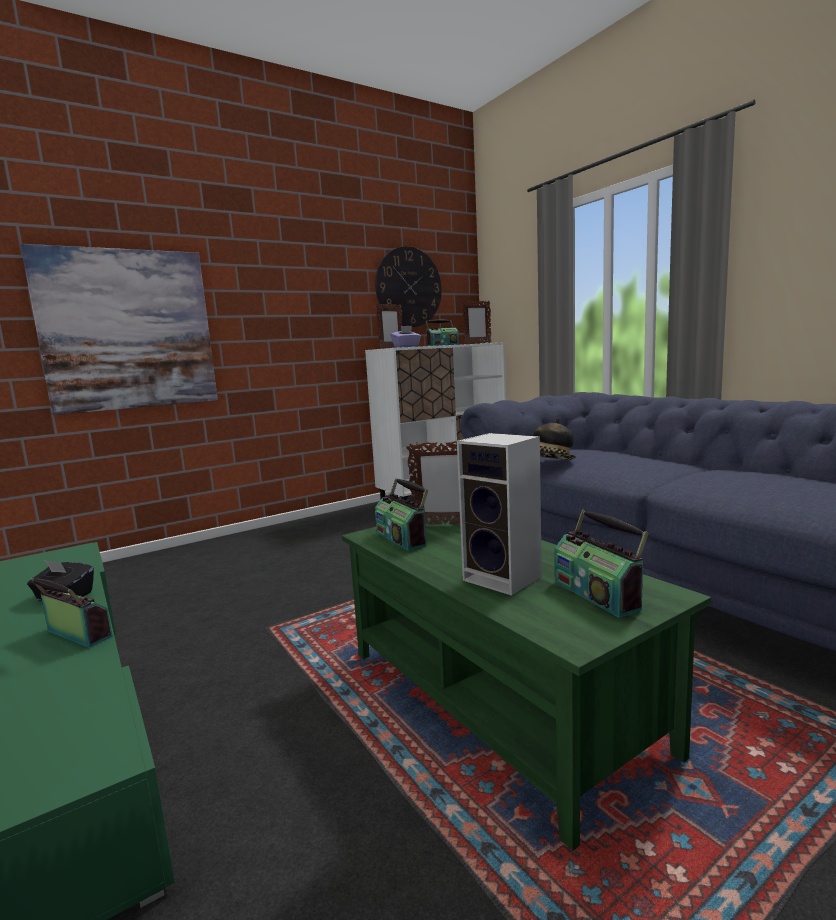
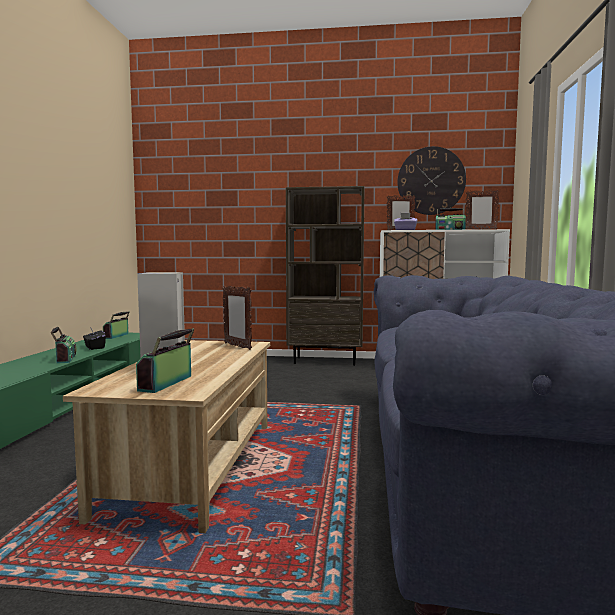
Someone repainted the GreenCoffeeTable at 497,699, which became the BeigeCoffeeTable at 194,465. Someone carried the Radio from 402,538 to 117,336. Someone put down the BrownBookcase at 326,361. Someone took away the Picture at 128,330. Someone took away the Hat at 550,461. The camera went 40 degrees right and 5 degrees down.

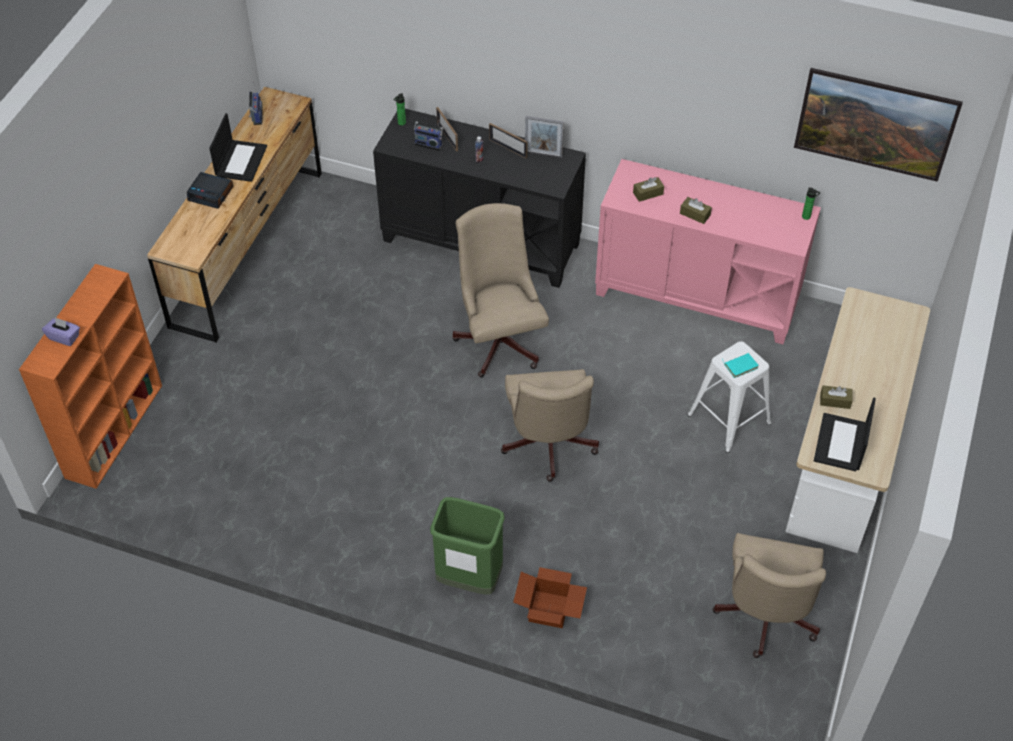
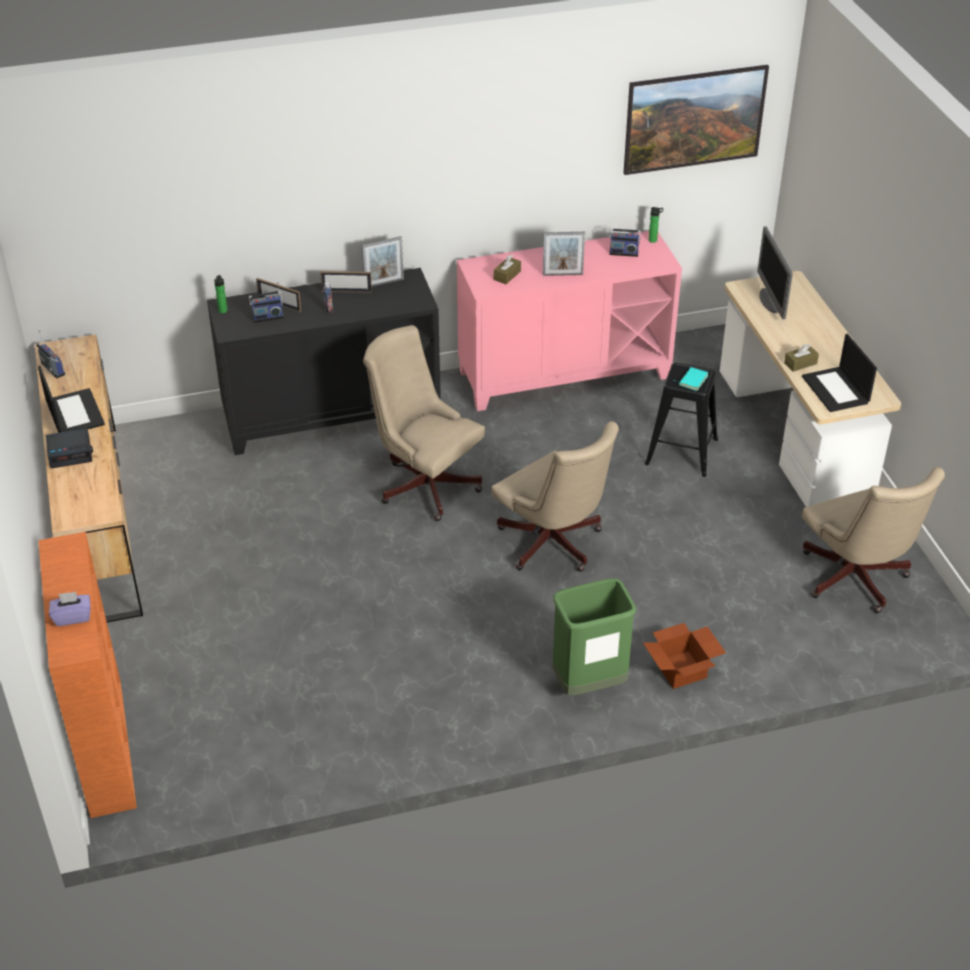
Someone swapped the BrownTissueBox at 695,214 for the PictureFrame at 562,274. Someone put down the Radio at 623,252. Someone repainted the WhiteStool at 728,419, which became the BlackStool at 680,452. Someone put down the Monitor at 770,301. The camera went 35 degrees left and 10 degrees down.

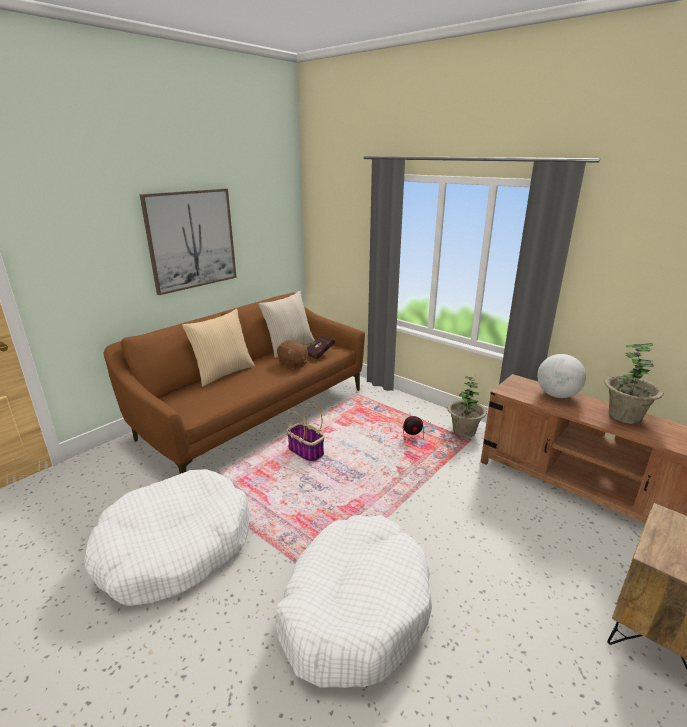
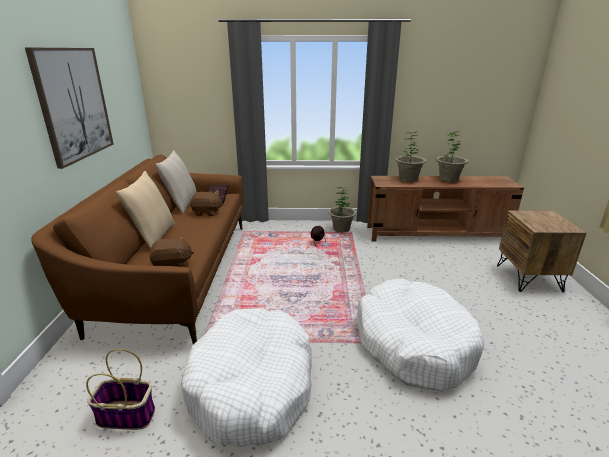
Someone carried the Basket from 306,452 to 127,415. Someone put down the BrownPlushToy at 172,265. Someone swapped the Globe at 557,395 for the PottedPlant at 408,179. The camera went 40 degrees left and 0 degrees up.

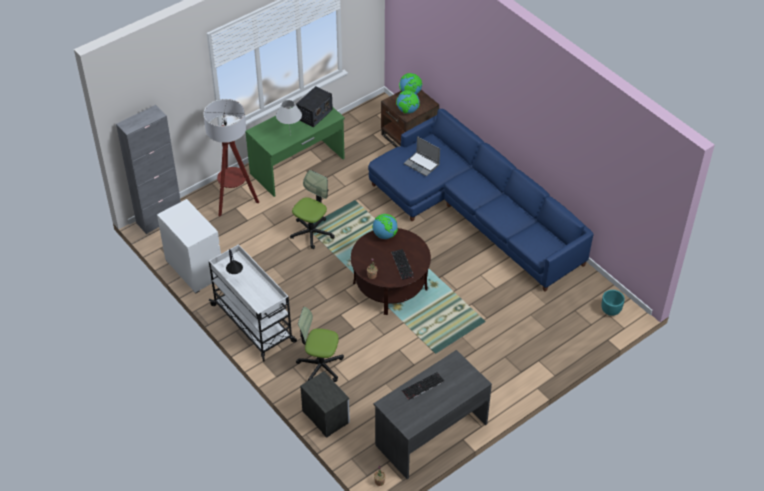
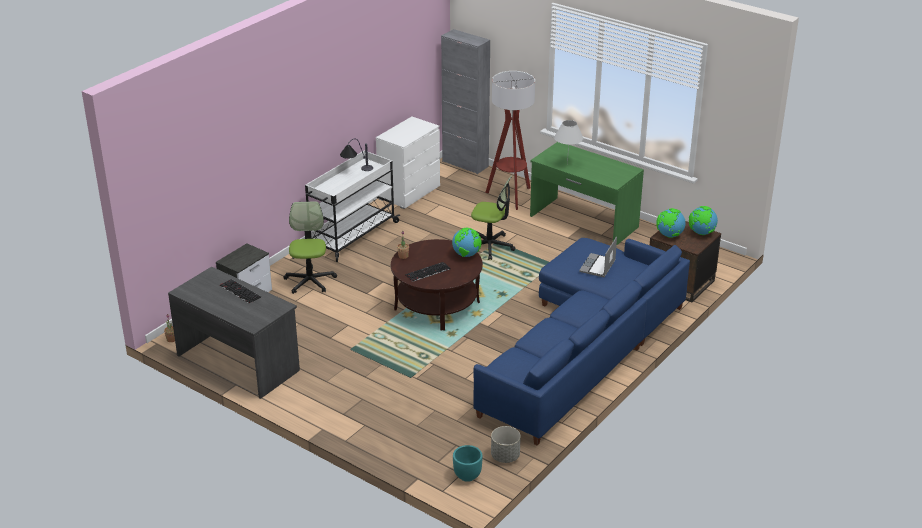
Someone put down the GreyPlanter at 505,456. Someone took away the Radio at 314,114. The camera went 75 degrees right and 15 degrees down.

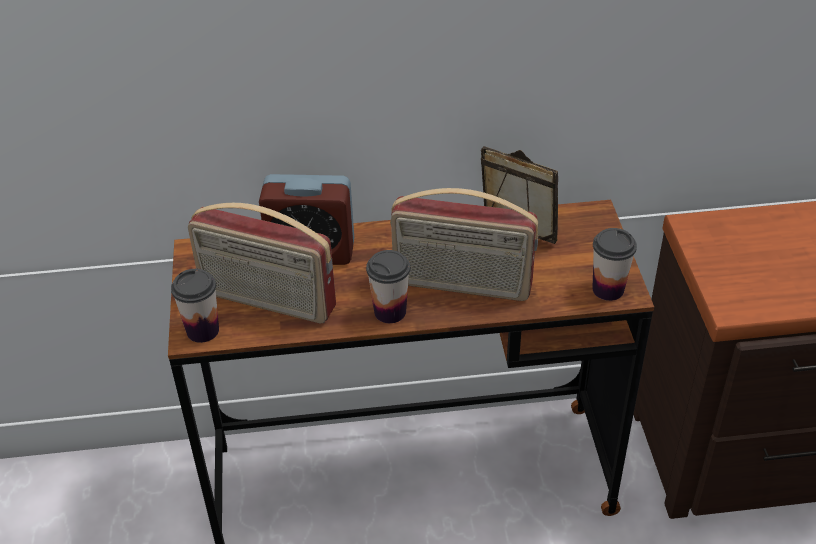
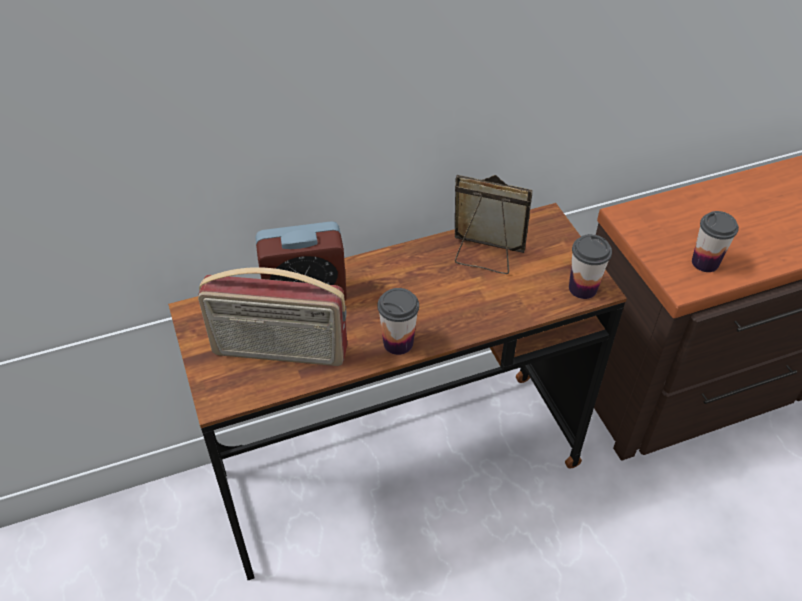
Someone carried the Cup from 202,330 to 705,262. Someone took away the Radio at 462,286. The camera went 15 degrees left and 5 degrees up.

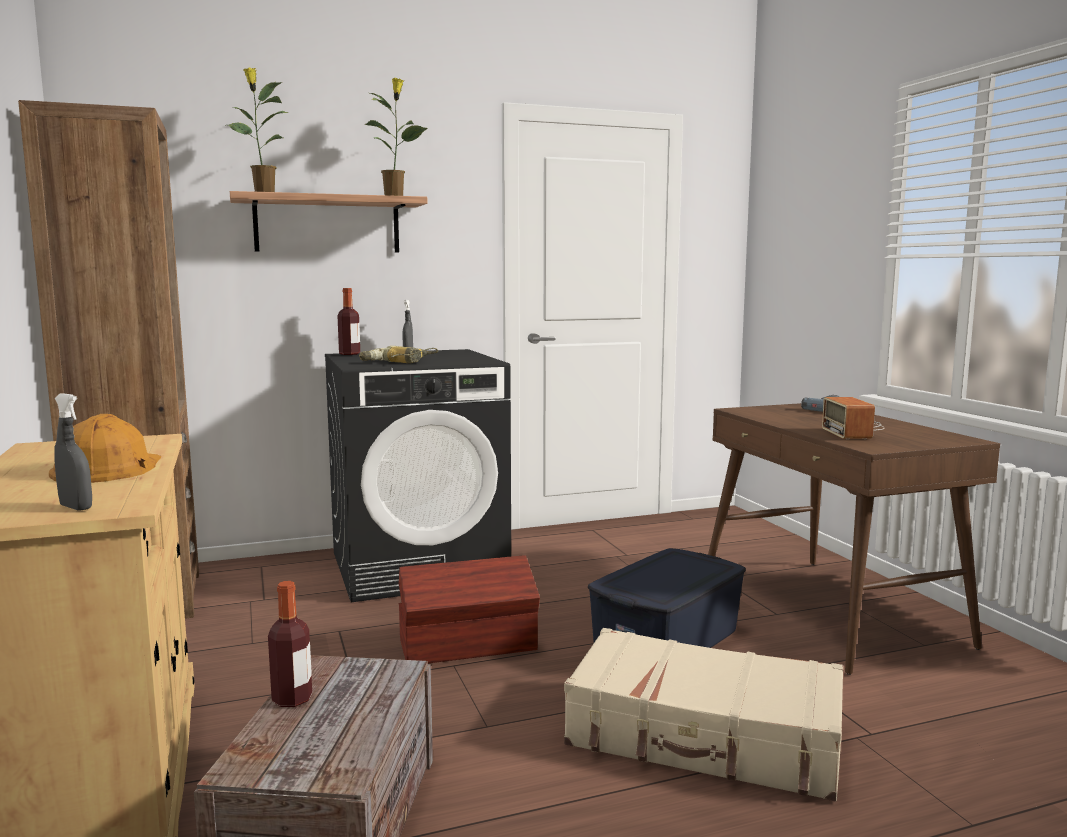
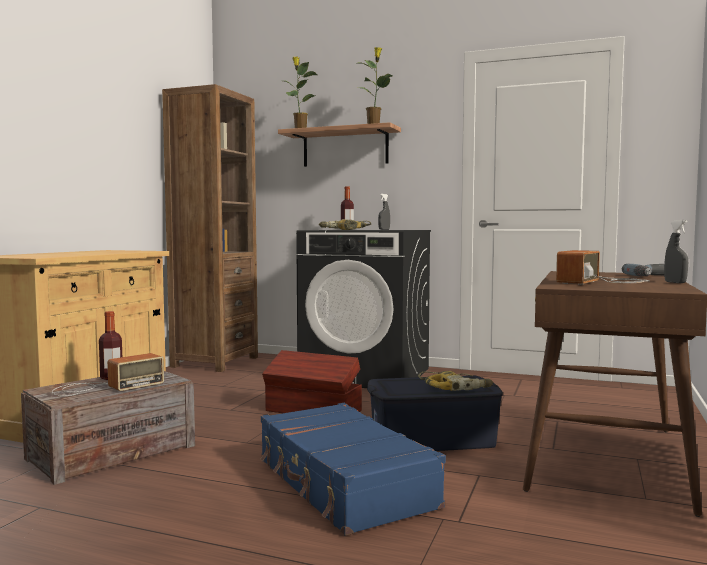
Someone put down the Radio at 104,387. Someone repainted the BeigeSuitcase at 704,737, which became the BlueSuitcase at 343,484. Someone put down the PowerDrill at 455,387. Someone carried the GreySprayBottle from 76,507 to 675,282. Someone took away the OrangeHardHat at 108,468. The camera went 40 degrees right and 5 degrees down.

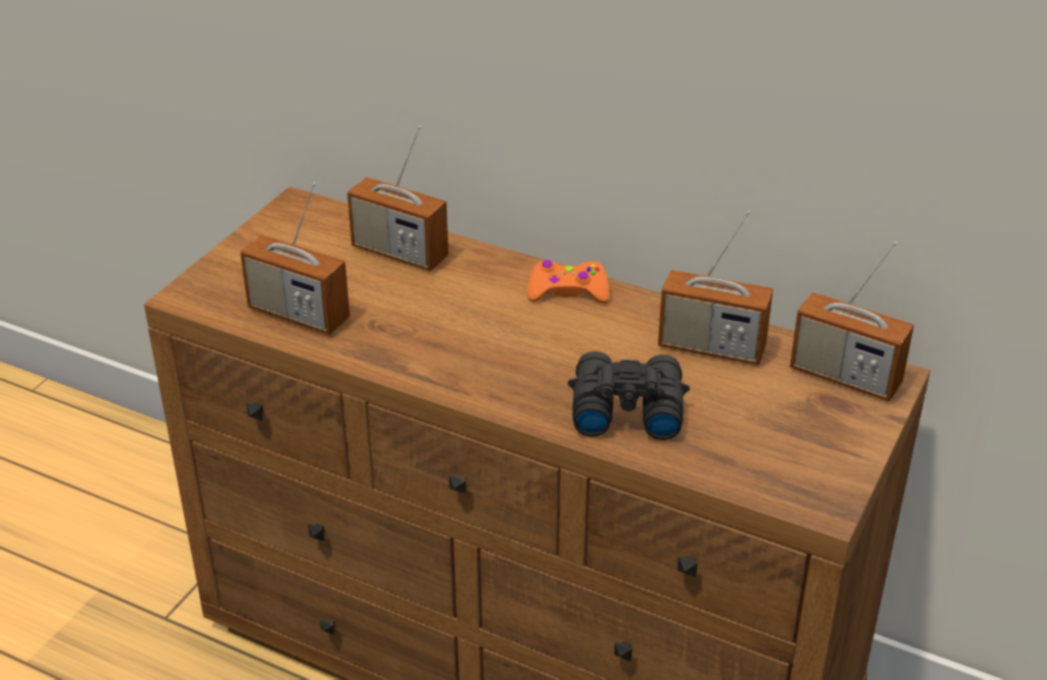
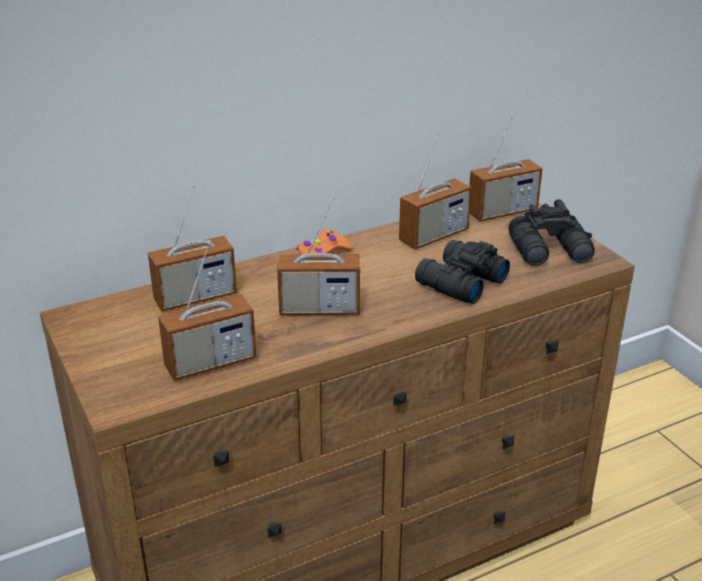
Someone put down the Radio at 319,309. Someone put down the BlackBinoculars at 551,251. The camera went 55 degrees left and 5 degrees down.

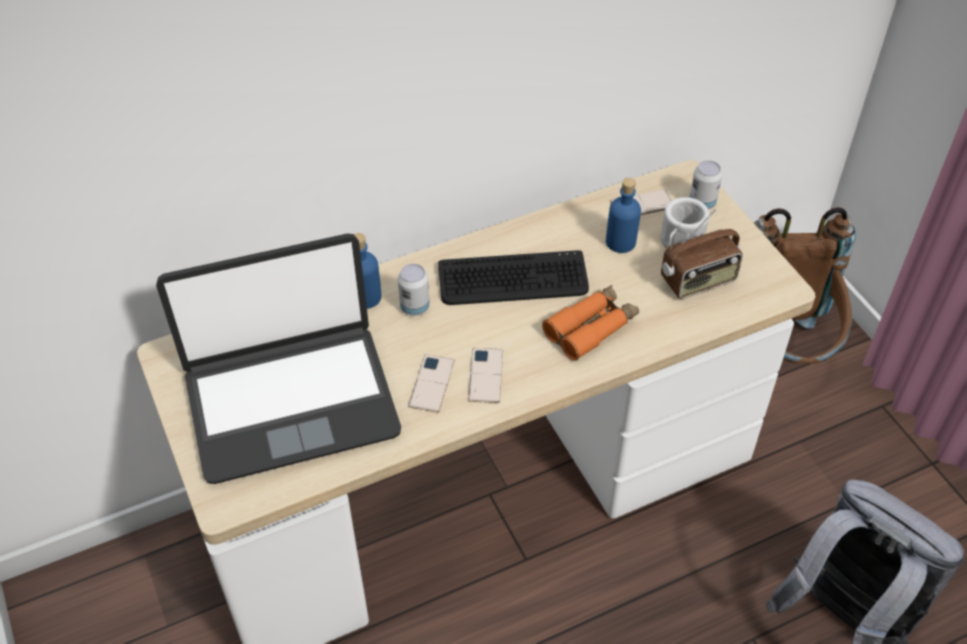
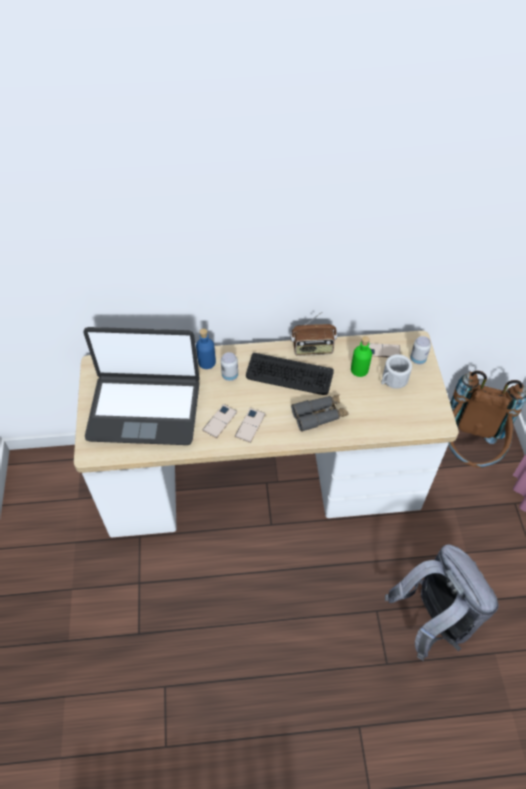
Someone carried the Radio from 698,281 to 312,349. Someone repainted the OrangeBinoculars at 591,328, which became the GreyBinoculars at 319,415. Someone repainted the BlueBottle at 620,242, which became the GreenBottle at 359,370. The camera went 20 degrees right and 5 degrees up.

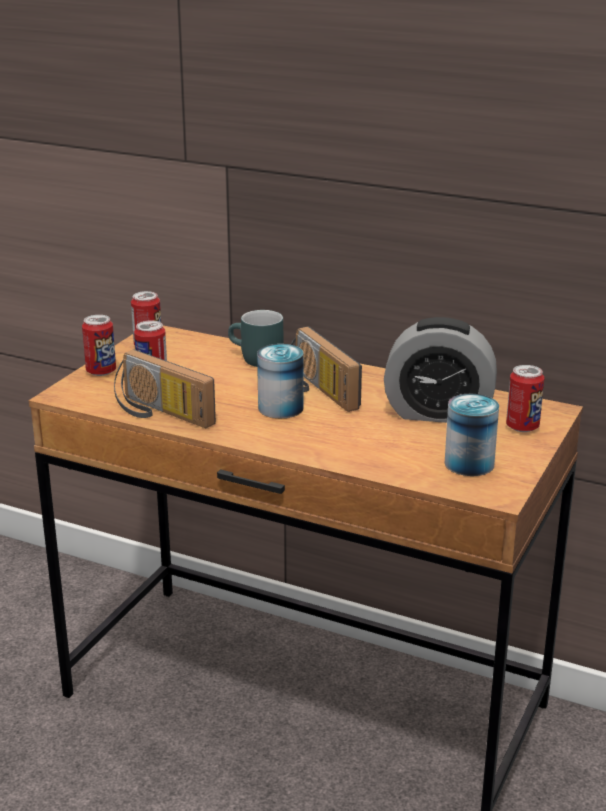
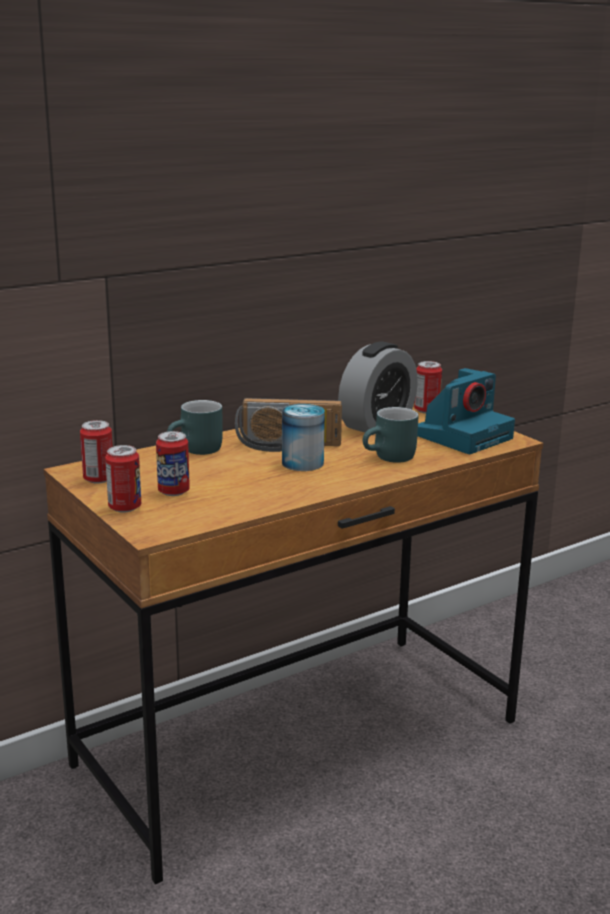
Someone put down the TurquoiseMug at 391,458. Someone swapped the Can at 469,463 for the PhotoCamera at 462,435. Someone took away the Radio at 159,413. The camera went 60 degrees left and 5 degrees down.

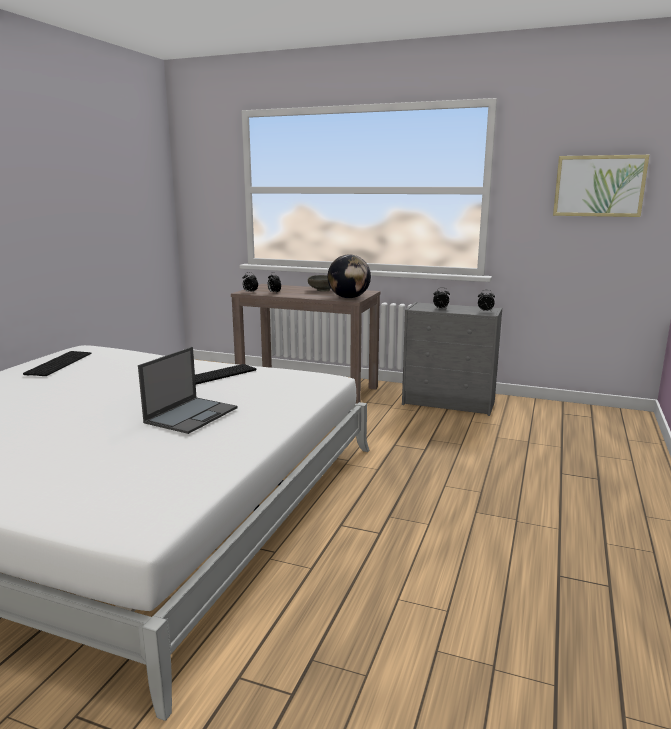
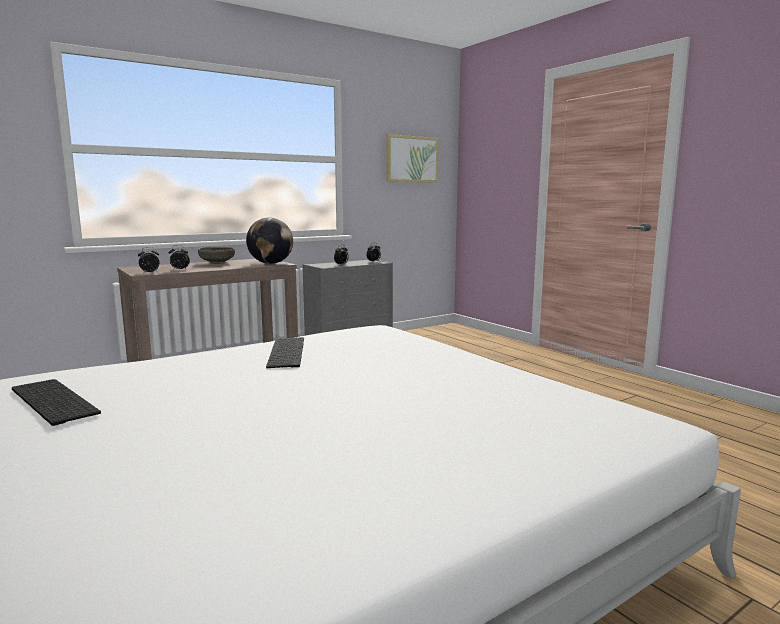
Someone took away the Laptop at 192,415. The camera went 55 degrees left and 5 degrees down.

